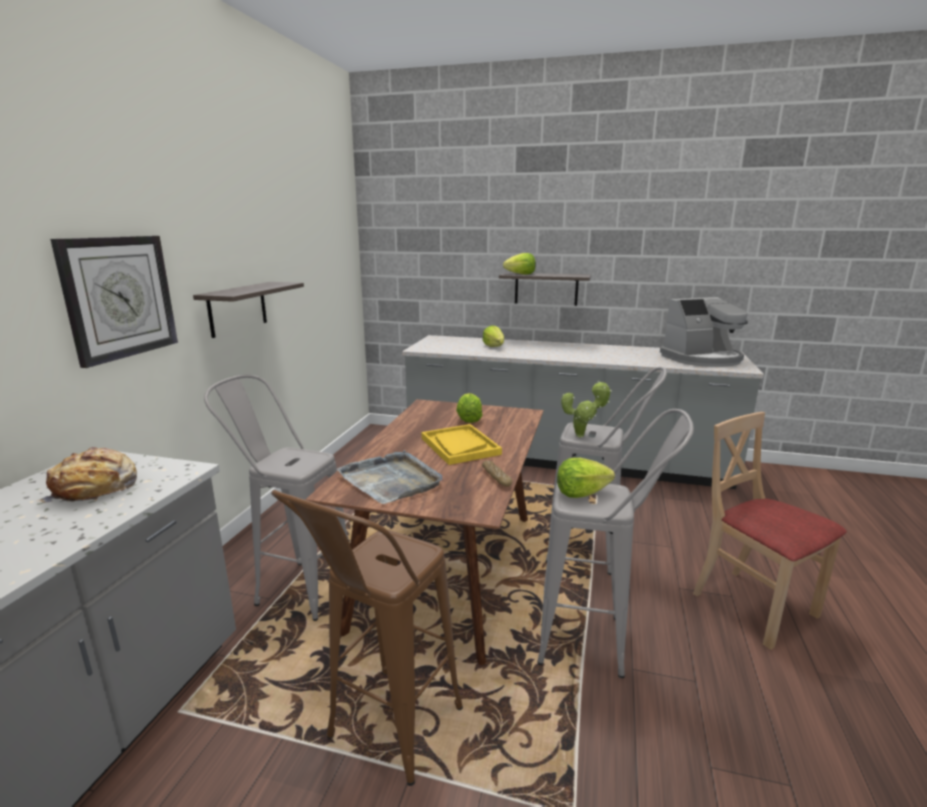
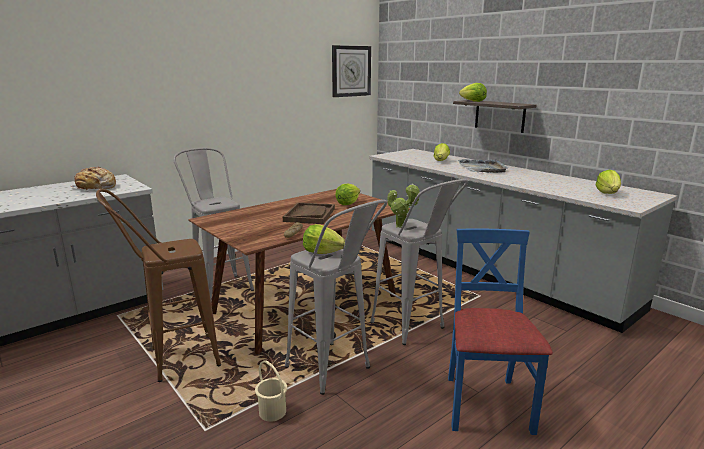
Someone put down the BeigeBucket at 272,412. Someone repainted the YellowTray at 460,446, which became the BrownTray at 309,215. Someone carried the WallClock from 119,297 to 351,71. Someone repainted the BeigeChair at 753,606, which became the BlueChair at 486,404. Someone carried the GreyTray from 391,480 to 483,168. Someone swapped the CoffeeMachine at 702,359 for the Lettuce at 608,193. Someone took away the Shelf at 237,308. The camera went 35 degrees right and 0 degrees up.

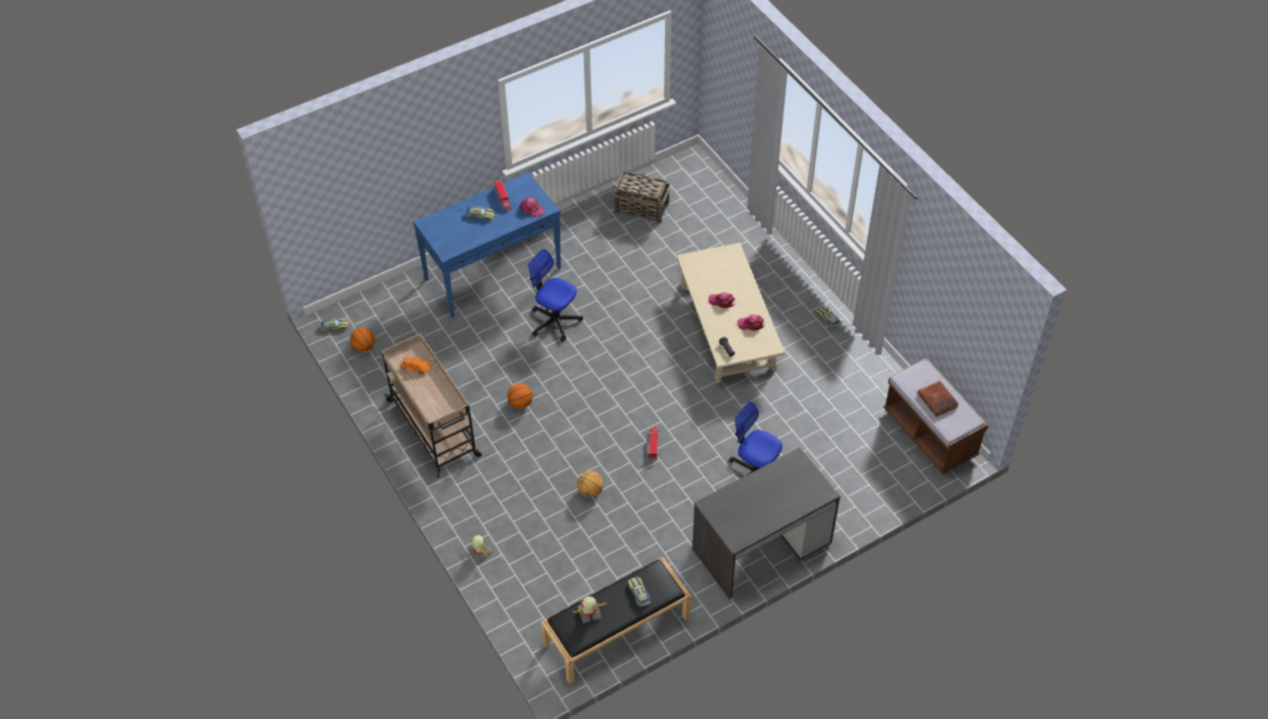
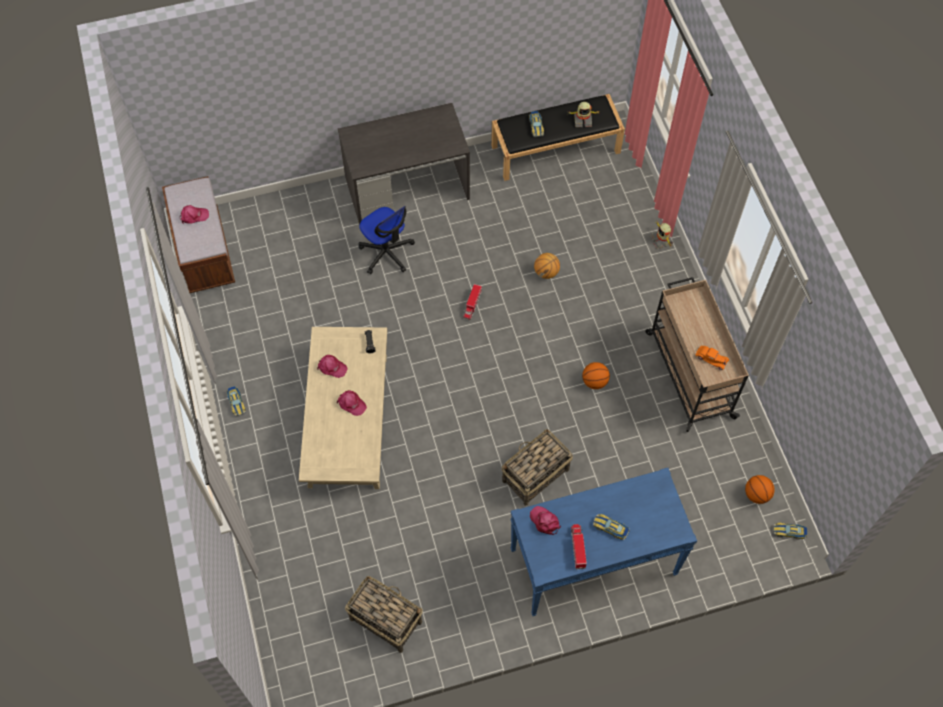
Someone swapped the Book at 938,400 for the PinkCap at 194,216. Someone swapped the OfficeChair at 555,321 for the Basket at 535,475. The camera went 165 degrees left and 10 degrees up.

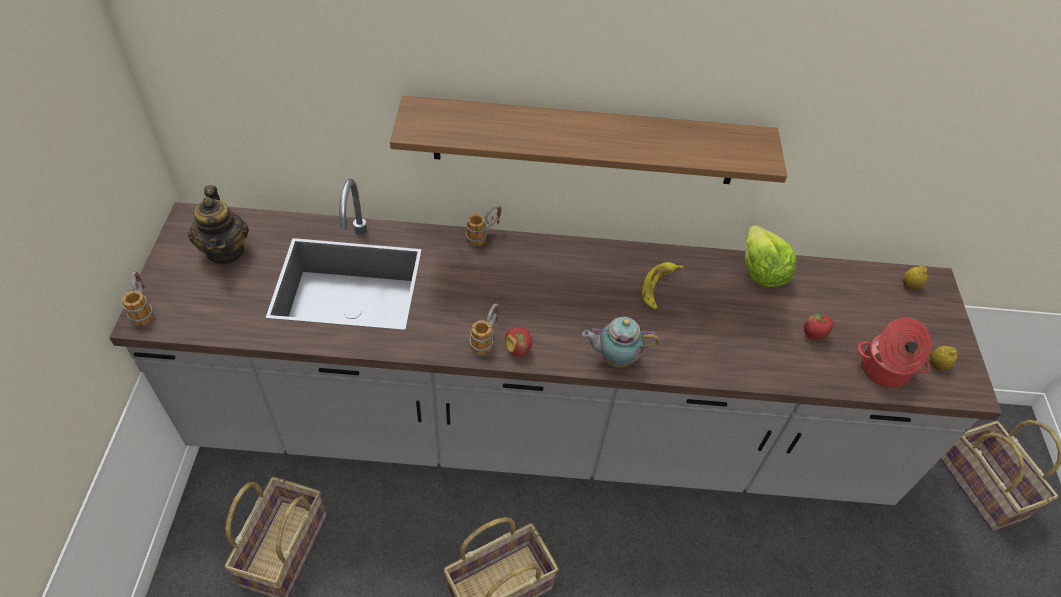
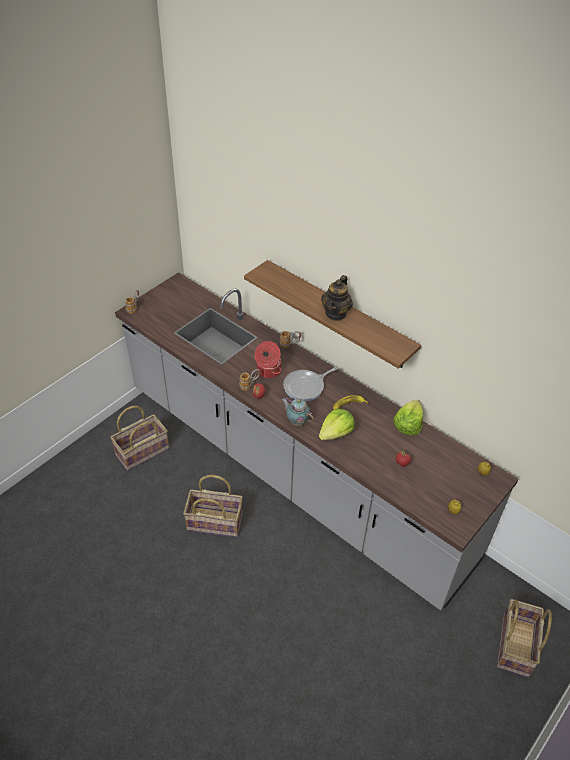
Someone carried the CookingPot from 884,370 to 268,370. Someone put down the FryingPan at 306,387. Someone put down the Lettuce at 336,433. Someone carried the Teapot from 226,251 to 336,313. The camera went 40 degrees right and 5 degrees down.

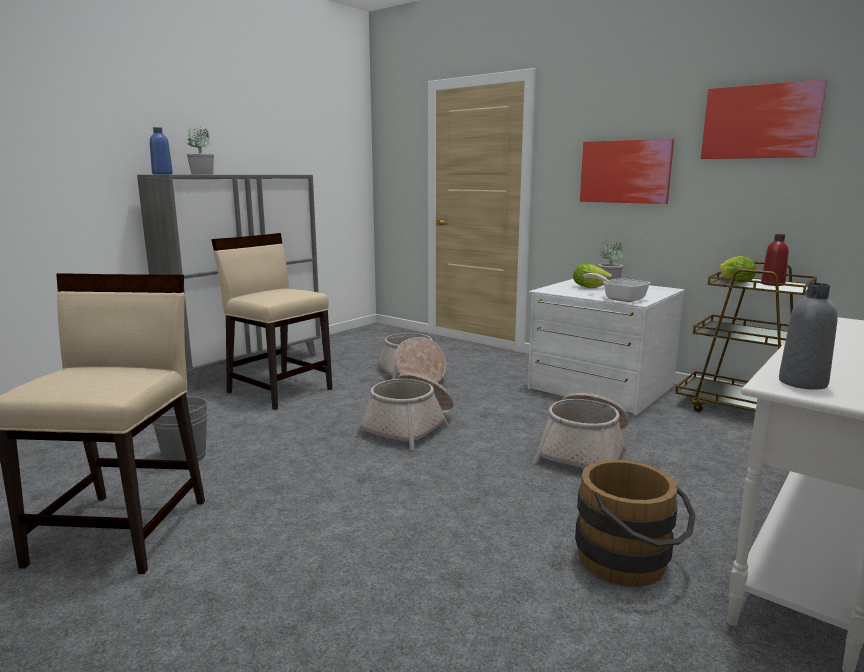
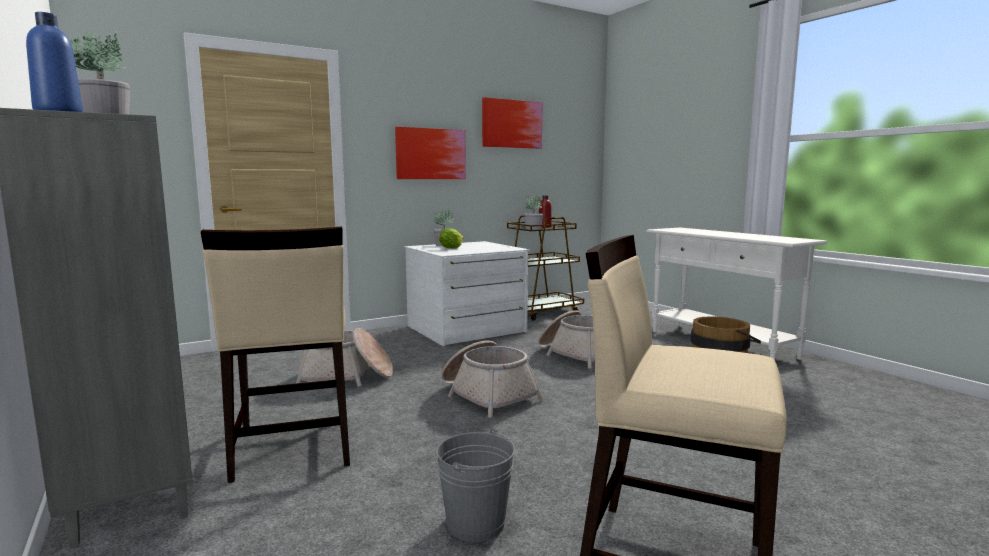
Someone rotated the BeigeChair at 279,390 by 75 degrees counterclockwise. Someone swapped the Lettuce at 735,282 for the PottedPlant at 533,228. Someone took away the FryingPan at 619,298. Someone took away the GreyBottle at 802,383. The camera went 70 degrees left and 5 degrees down.

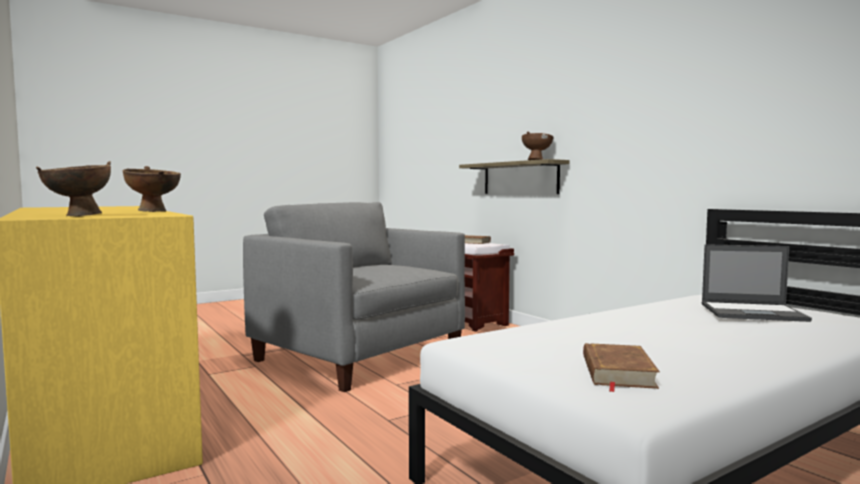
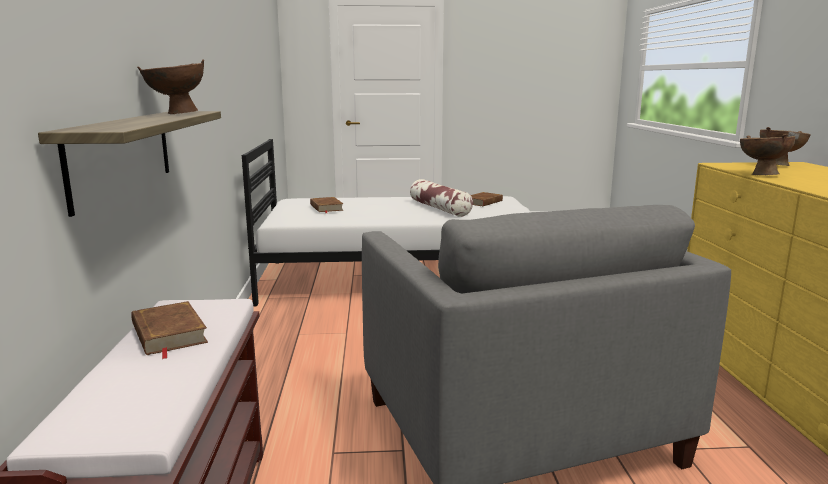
Someone swapped the Laptop at 753,312 for the BrownBook at 326,207. Someone put down the Pillow at 439,208. The camera went 150 degrees left and 10 degrees up.

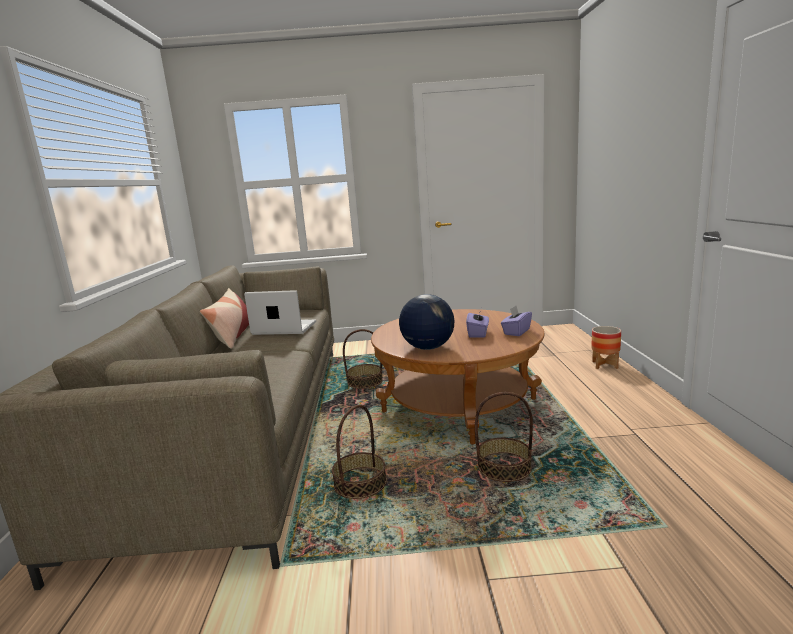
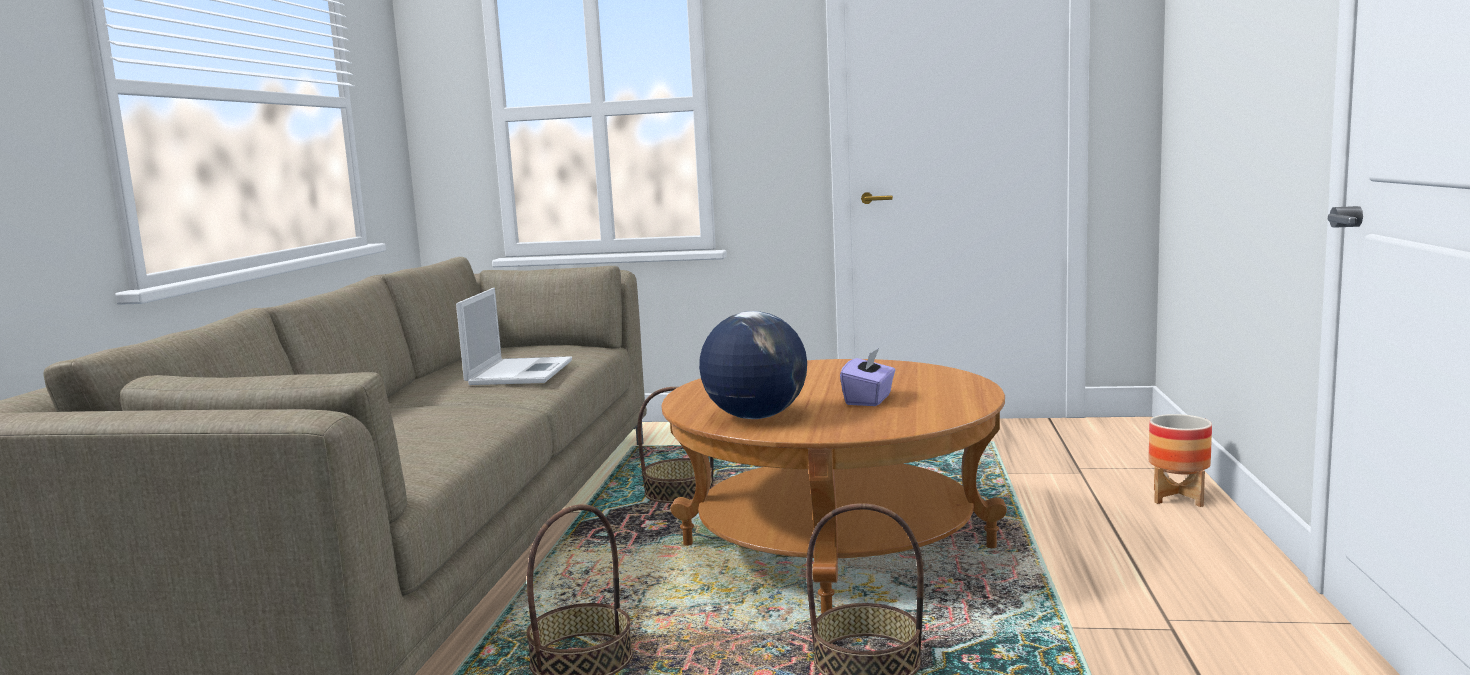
Someone rotated the Laptop at 283,328 by 75 degrees clockwise. Someone took away the Pillow at 233,336. Someone took away the PurpleTissueBox at 516,332. The camera went 10 degrees right and 5 degrees down.

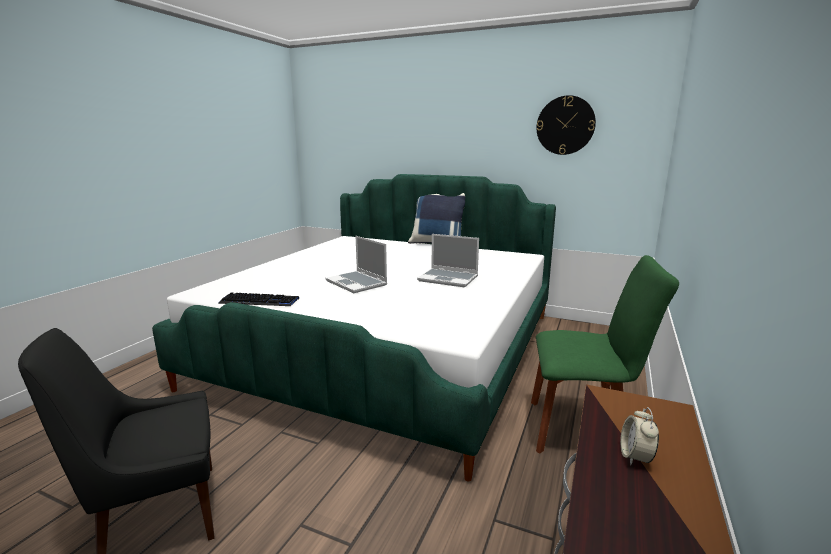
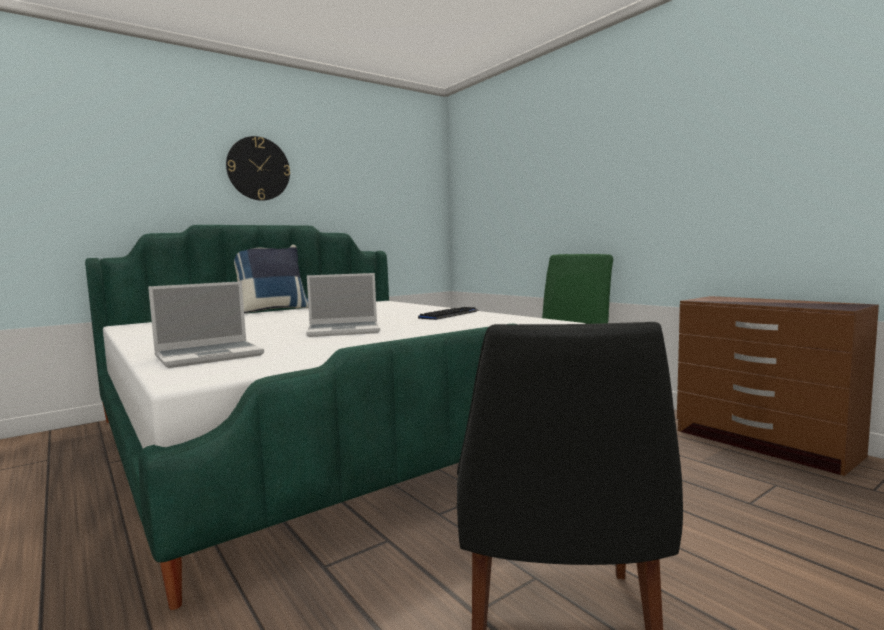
Someone carried the Laptop from 449,279 to 210,356. Someone carried the WallClock from 565,125 to 258,169. Someone carried the Keyboard from 259,301 to 450,315. Someone took away the AlarmClock at 635,457. The camera went 60 degrees left and 10 degrees down.

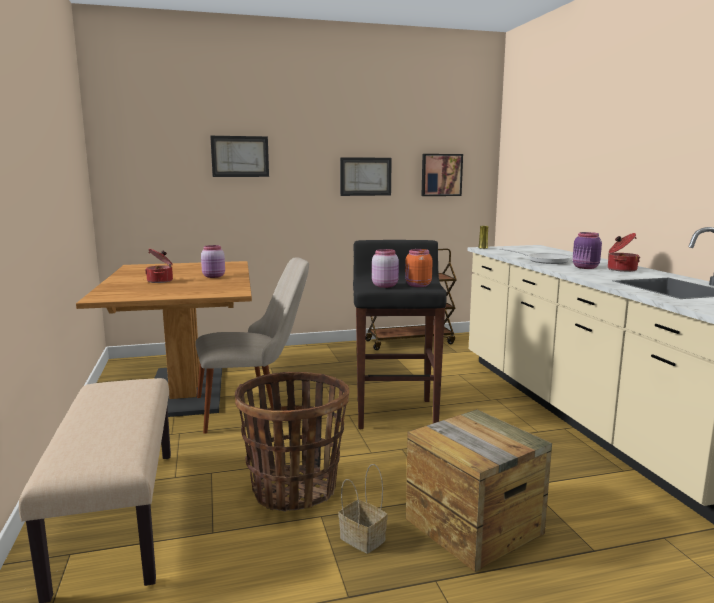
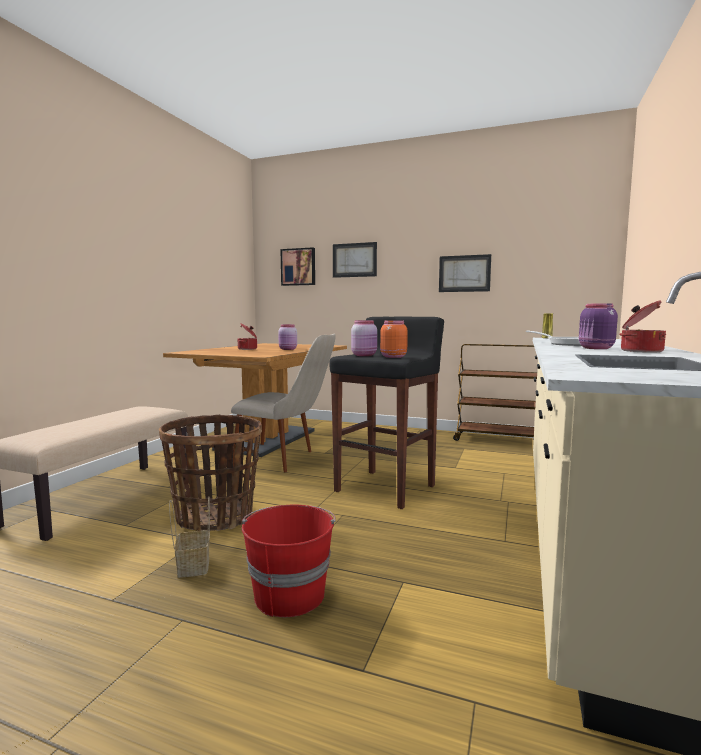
Someone swapped the Crate at 473,526 for the RedBucket at 289,594. Someone carried the Picture from 441,175 to 298,267. The camera went 35 degrees right and 5 degrees down.

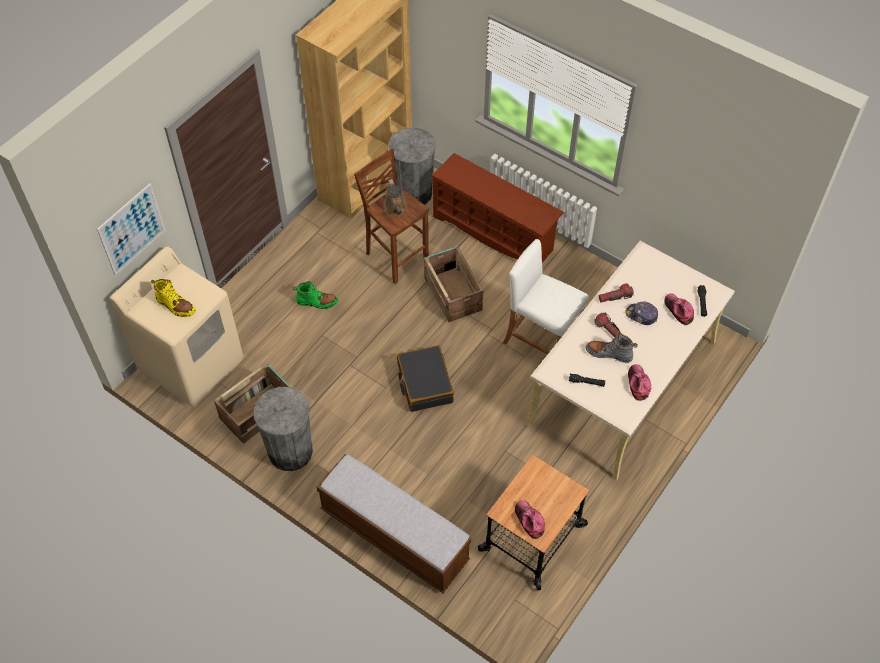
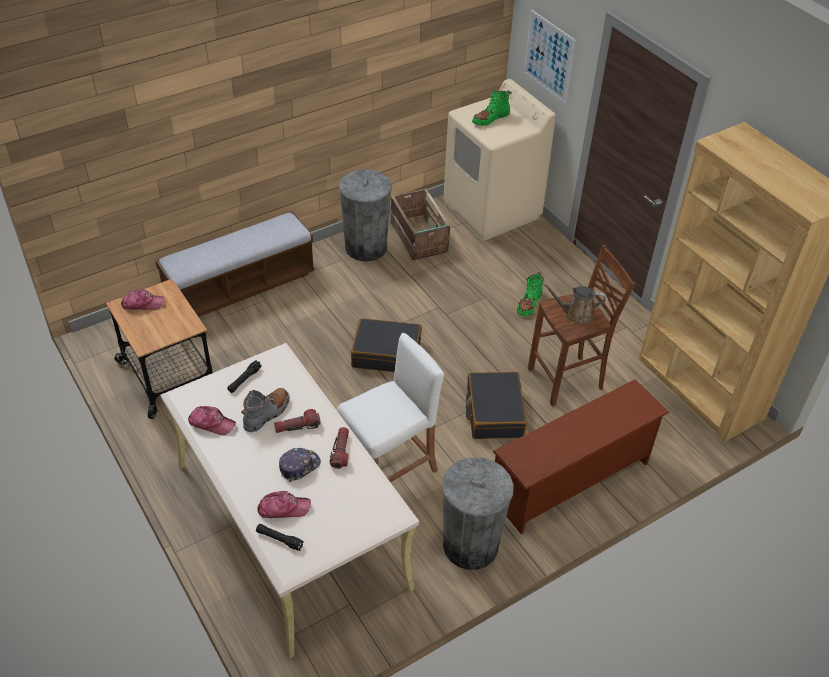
Someone carried the GreyTrashCan from 413,193 to 470,545. Someone swapped the Crate at 453,293 for the BlackSuitcase at 494,413. Someone repainted the YellowBoot at 175,306, which became the GreenBoot at 490,119. The camera went 110 degrees right and 10 degrees down.

